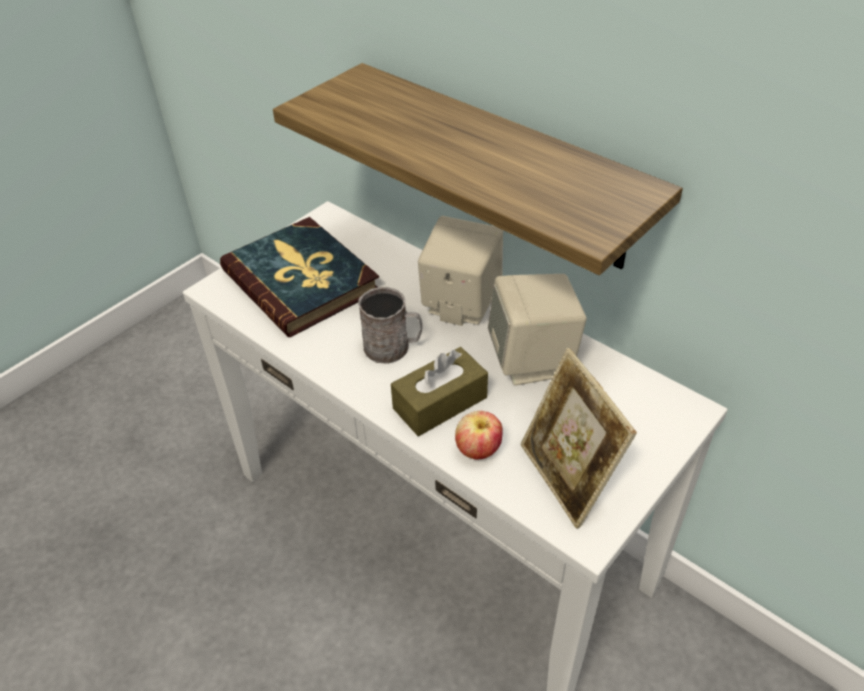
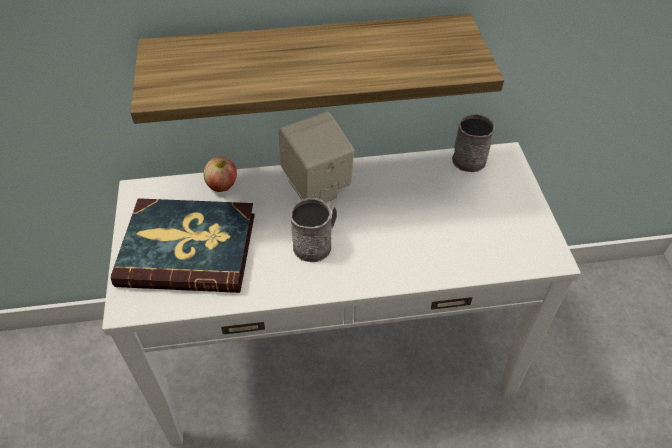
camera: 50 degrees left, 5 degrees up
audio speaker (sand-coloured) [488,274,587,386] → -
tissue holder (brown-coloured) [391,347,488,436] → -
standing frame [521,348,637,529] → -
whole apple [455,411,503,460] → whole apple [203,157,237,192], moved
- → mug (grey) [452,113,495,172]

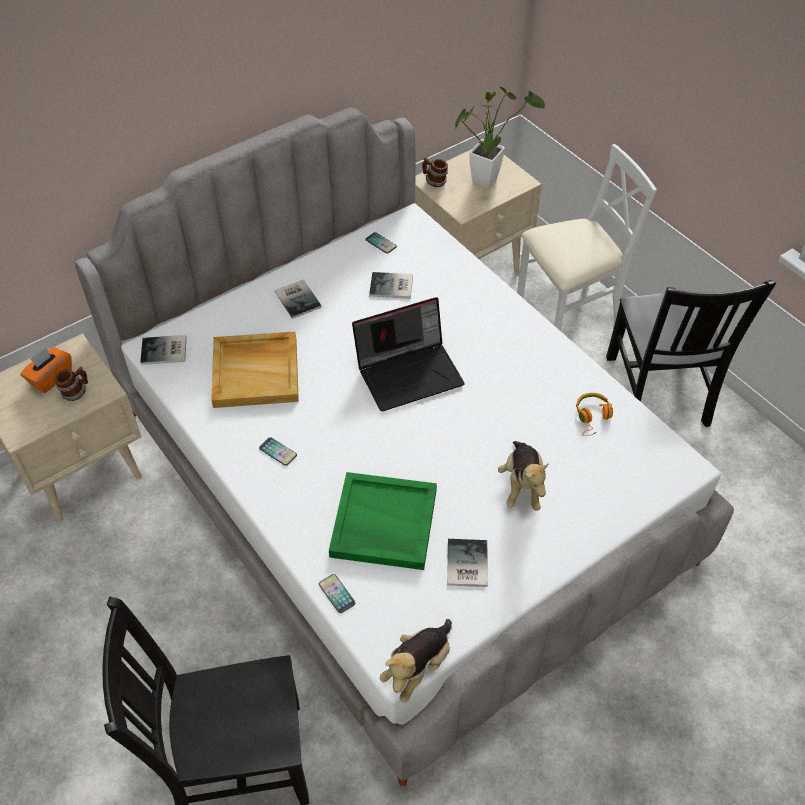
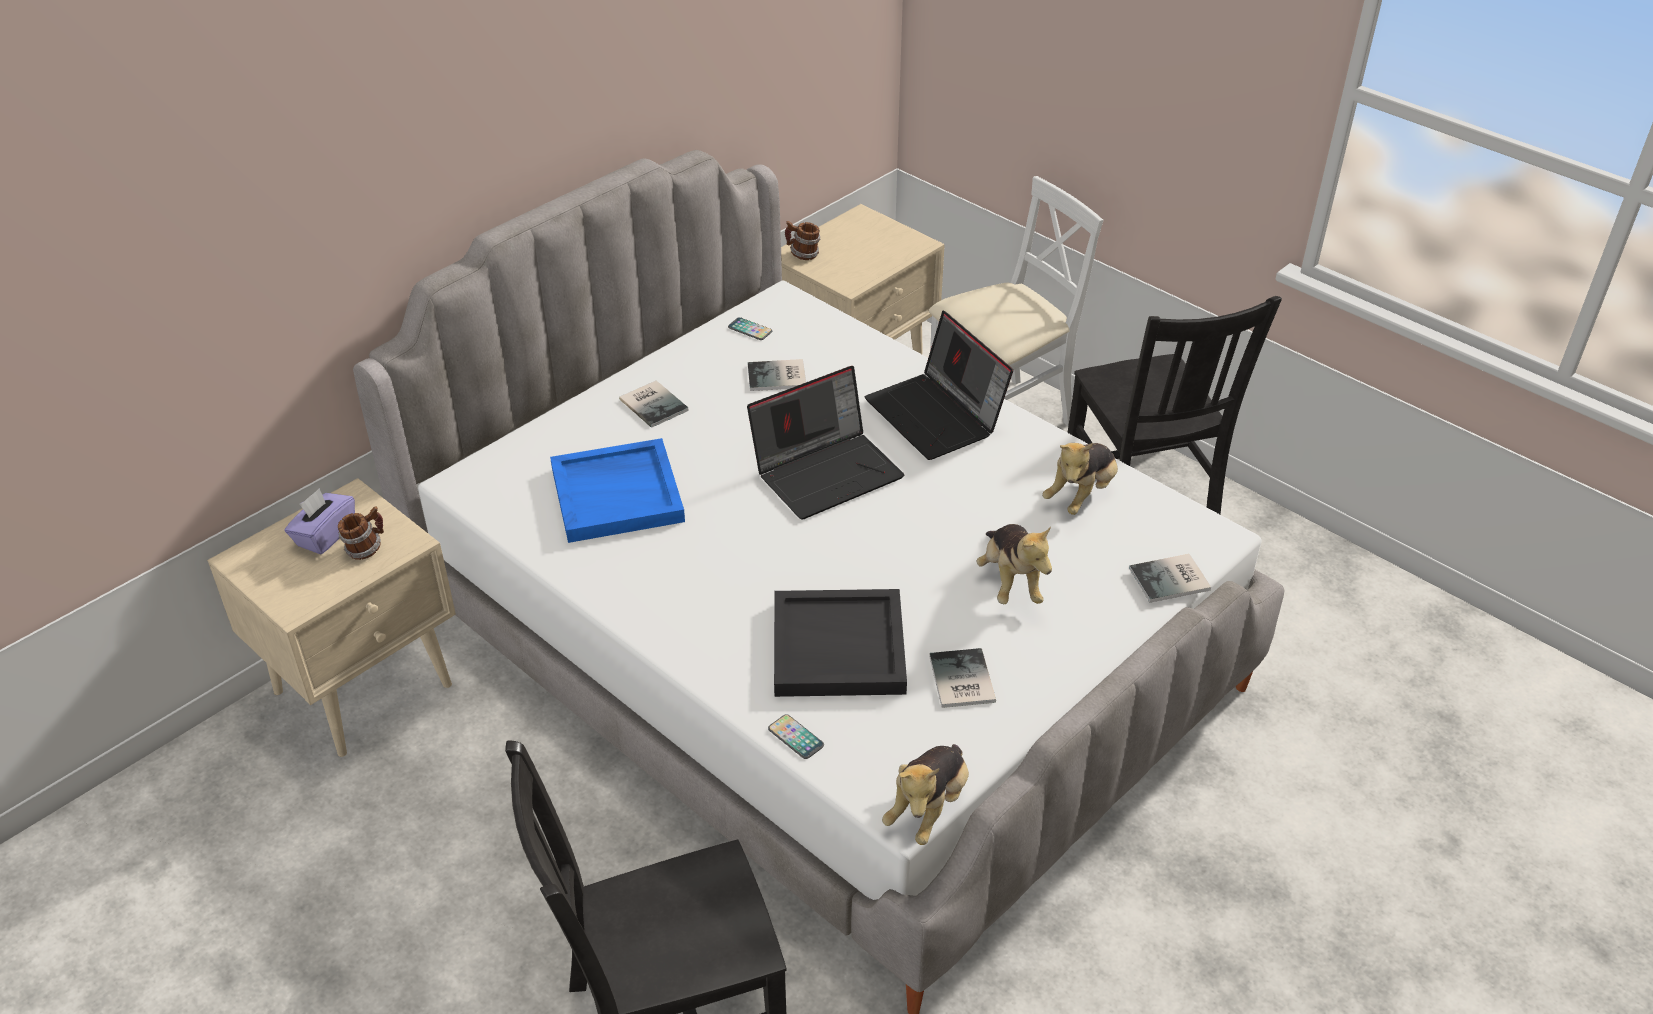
camera: 10 degrees left, 10 degrees down
plant in a pot [455,87,545,188] → -
tray (sand-coloured) [211,331,299,408] → tray (bluish) [550,438,685,543]
volume [140,335,187,365] → volume [1129,554,1211,603], moved
tissue holder (orange-coloured) [20,347,72,393] → tissue holder (purplish) [285,488,355,555]
headset (orange-coloured) [576,393,613,436] → plush toy [1042,443,1118,515]
telephone [259,437,297,466] → -
tray (green-coloured) [329,472,437,570] → tray (black) [774,589,907,697]
- → portable computer [865,311,1013,460]

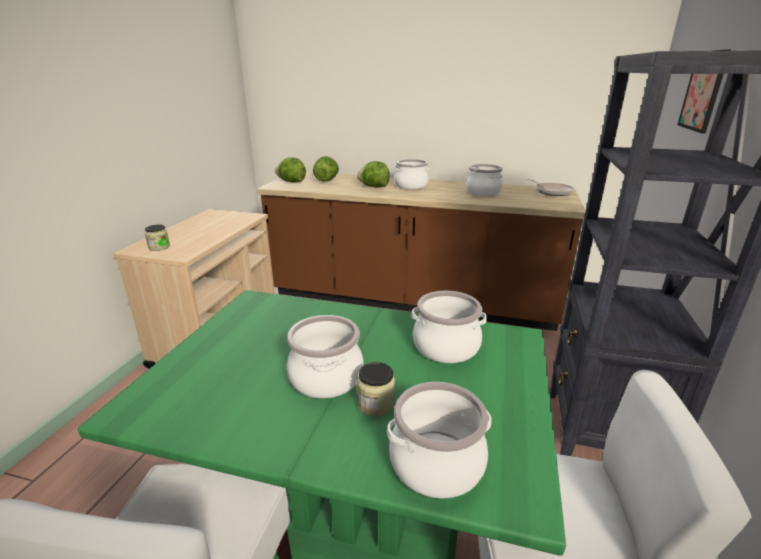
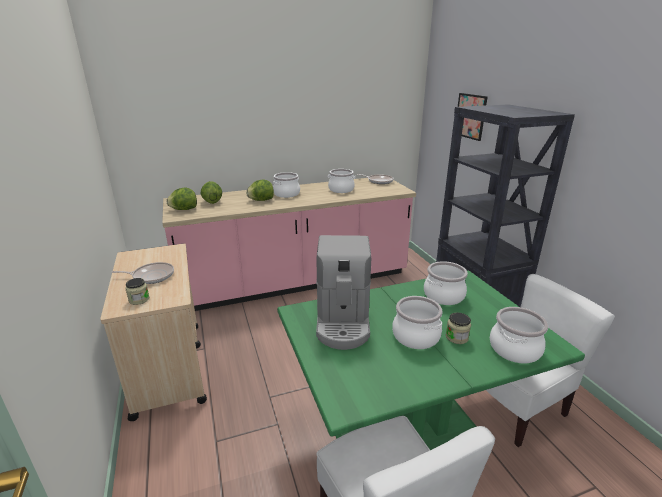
camera: 35 degrees left, 0 degrees up
kitchen counter (brown-coloured) [257,172,586,331] → kitchen counter (pinkish) [162,178,416,311]
- → coffee brewer [316,235,371,350]
- → frying pan [111,262,174,284]

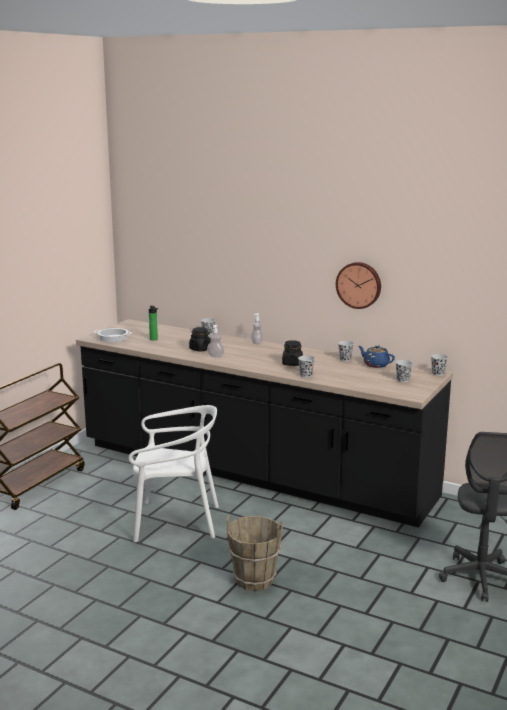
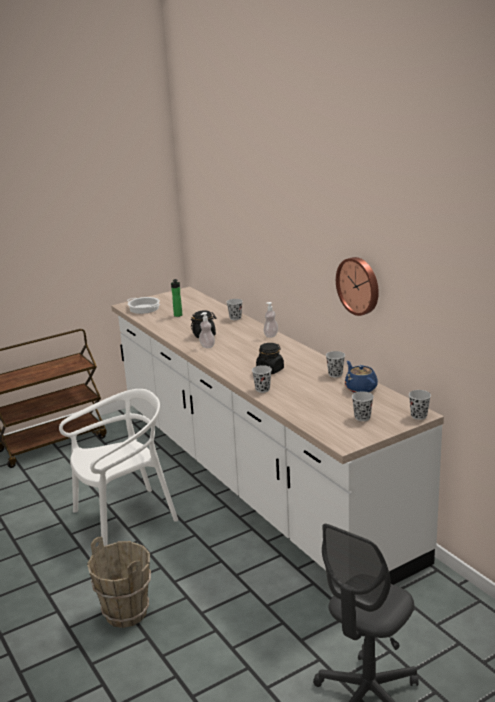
camera: 30 degrees right, 5 degrees up
kitchen counter (black) [76,319,453,528] → kitchen counter (white-coloured) [111,287,444,585]
upright chair (white-coloured) [128,405,219,542] → upright chair (white-coloured) [59,389,178,546], 60 degrees counterclockwise

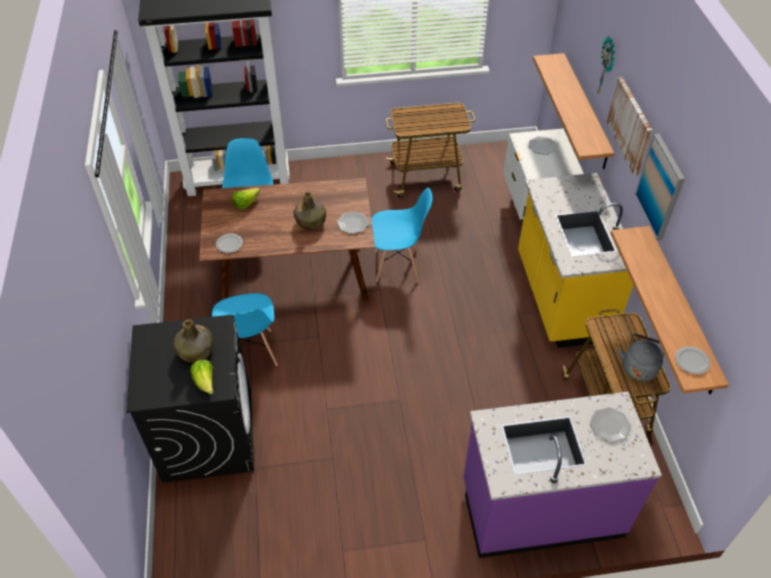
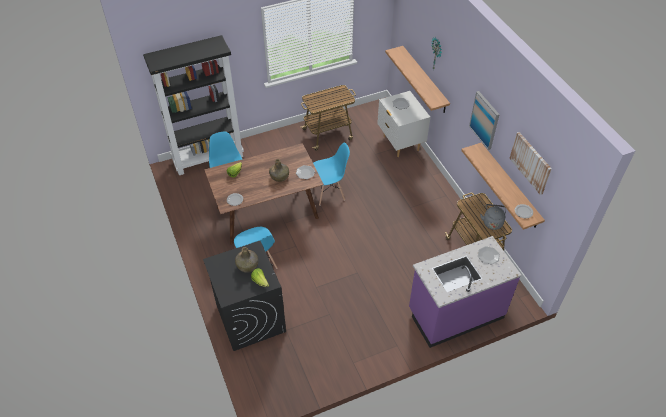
camera: 15 degrees left, 0 degrees up
wall art [607,77,652,175] → wall art [509,132,552,195], moved
kitchen counter (yellow) [518,173,633,348] → -

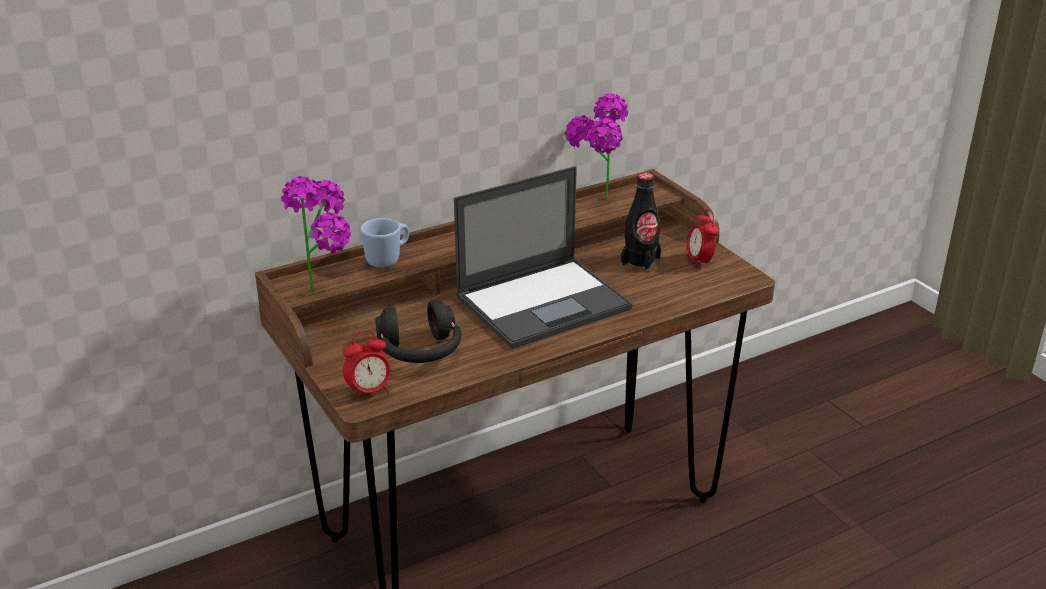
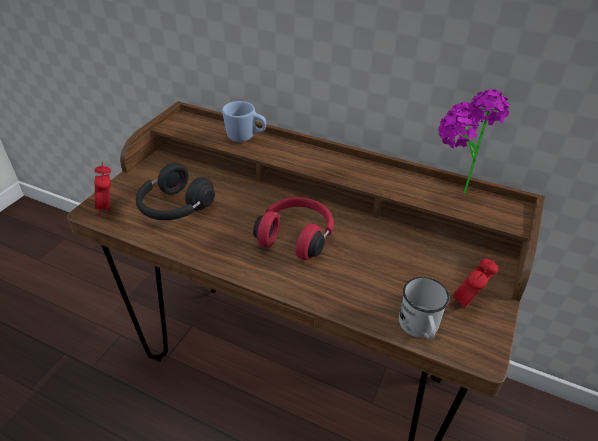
camera: 55 degrees right, 10 degrees up
portable computer [454,166,633,349] → headset (reddish) [253,197,334,260]
drink bottle (black) [621,173,661,271] → -
plant in a pot [281,176,351,293] → -
bedside clock [343,330,390,401] → bedside clock [94,162,111,217], 45 degrees clockwise
- → mug (white-coloured) [399,277,450,339]

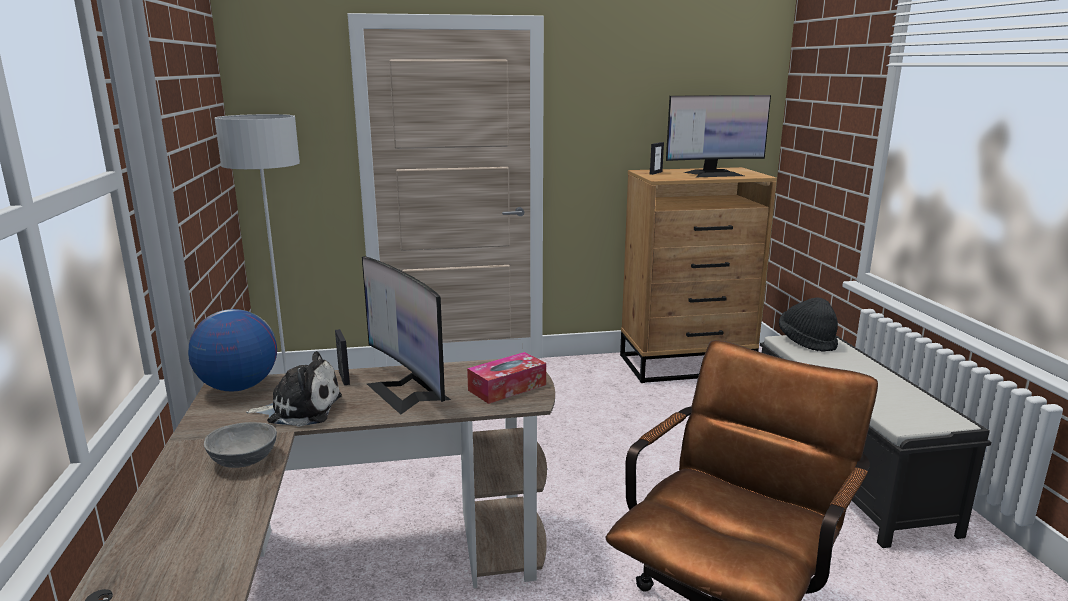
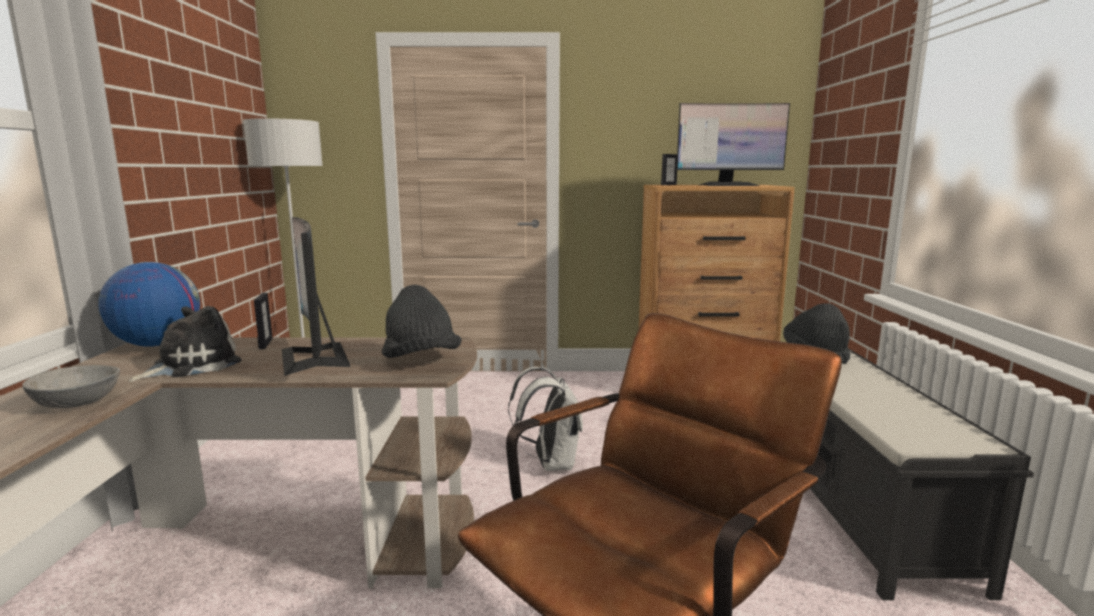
camera: 10 degrees right, 5 degrees down
plush toy [246,351,342,427] → plush toy [129,306,242,382], 60 degrees counterclockwise
tissue holder [467,352,546,404] → hat (black) [382,285,461,358]
- → rucksack (white-coloured) [508,367,583,471]

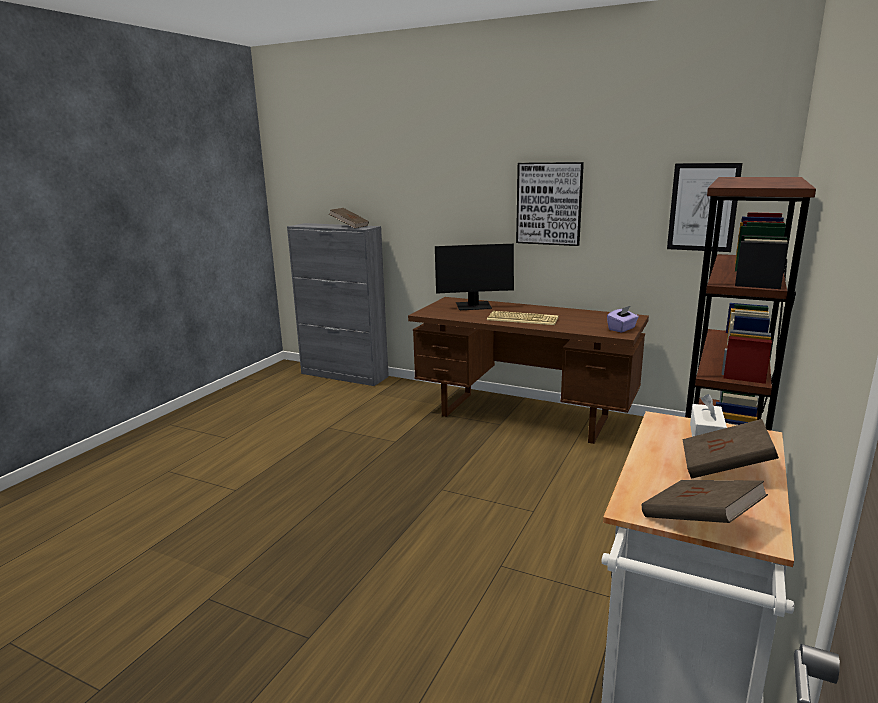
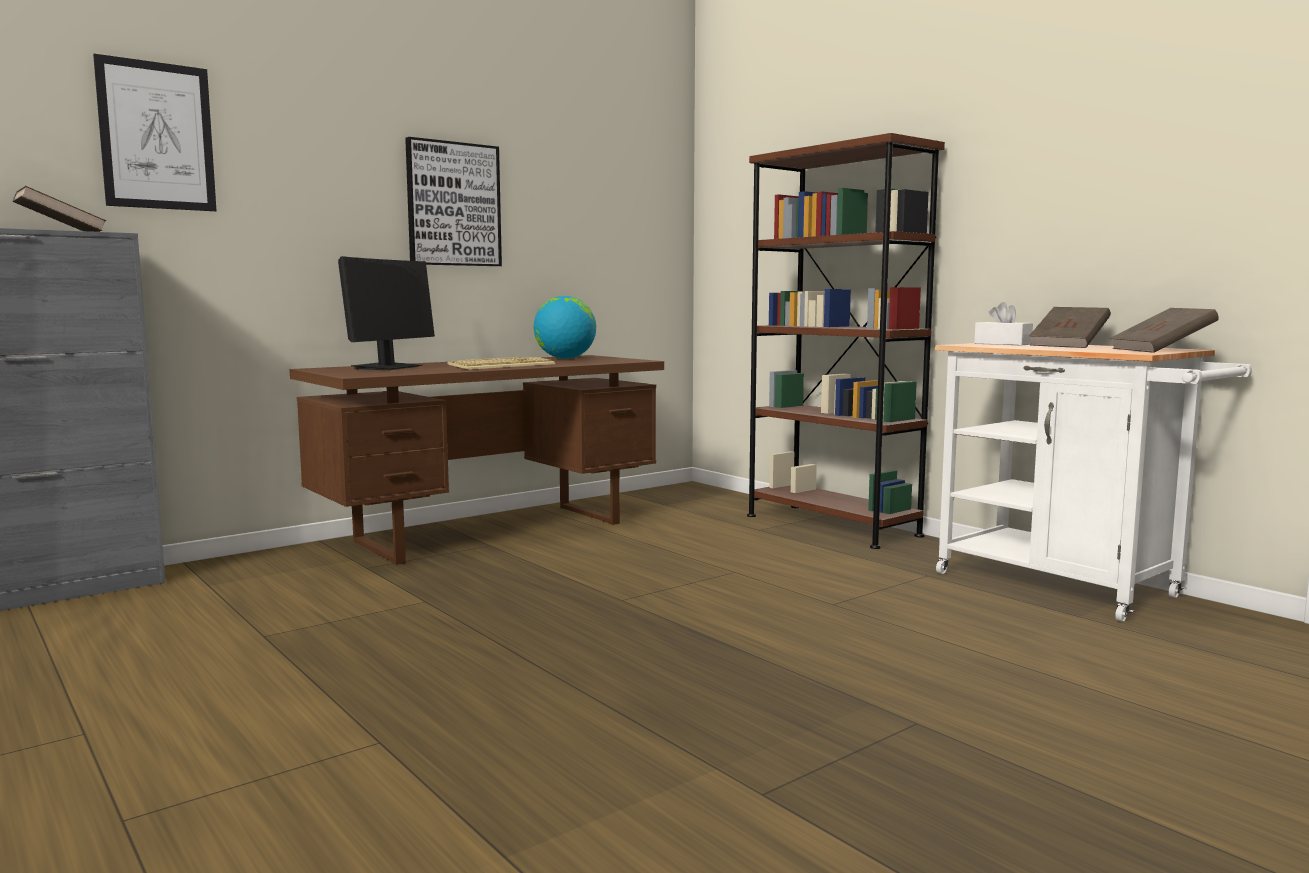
camera: 65 degrees left, 10 degrees down
wall art [667,163,742,252] → wall art [93,54,216,211], moved
tissue holder (purplish) [607,306,639,333] → -
- → desk globe [534,296,596,359]

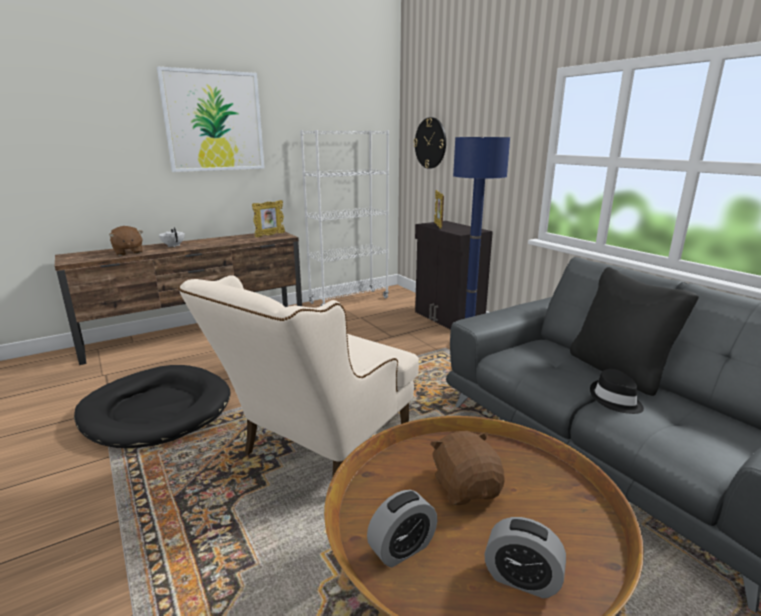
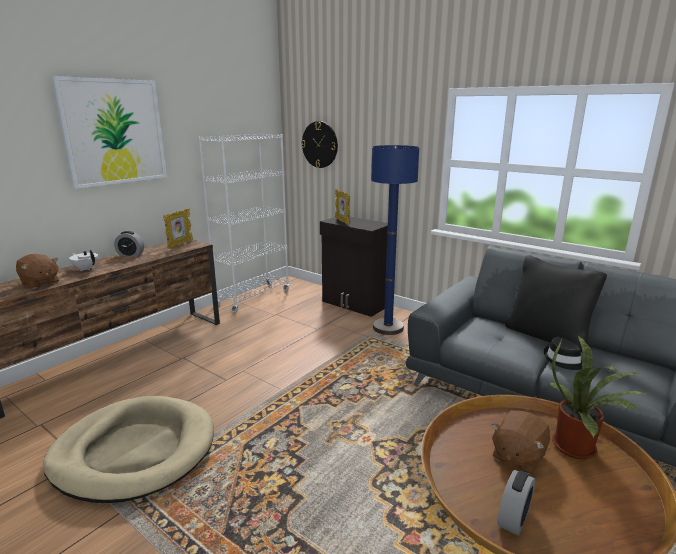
camera: 20 degrees left, 0 degrees up
easy chair (sand-coloured) [179,275,419,478] → -
dog bed (black) [74,365,230,448] → dog bed (sand-coloured) [43,396,214,503]
plush toy (brown-coloured) [430,431,505,505] → plush toy (brown-coloured) [491,410,550,474], 105 degrees counterclockwise
bedside clock [484,517,566,598] → bedside clock [114,231,144,257], moved
- → plant in a pot [550,335,649,459]

